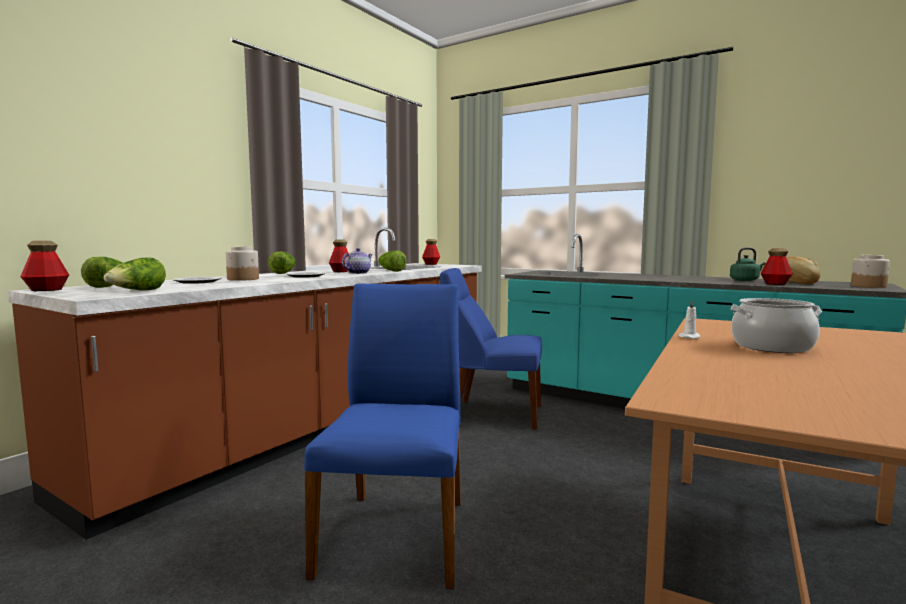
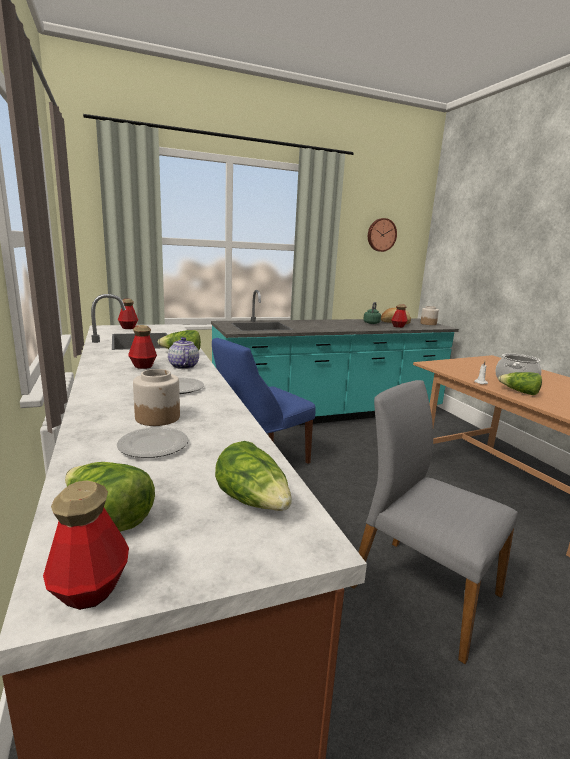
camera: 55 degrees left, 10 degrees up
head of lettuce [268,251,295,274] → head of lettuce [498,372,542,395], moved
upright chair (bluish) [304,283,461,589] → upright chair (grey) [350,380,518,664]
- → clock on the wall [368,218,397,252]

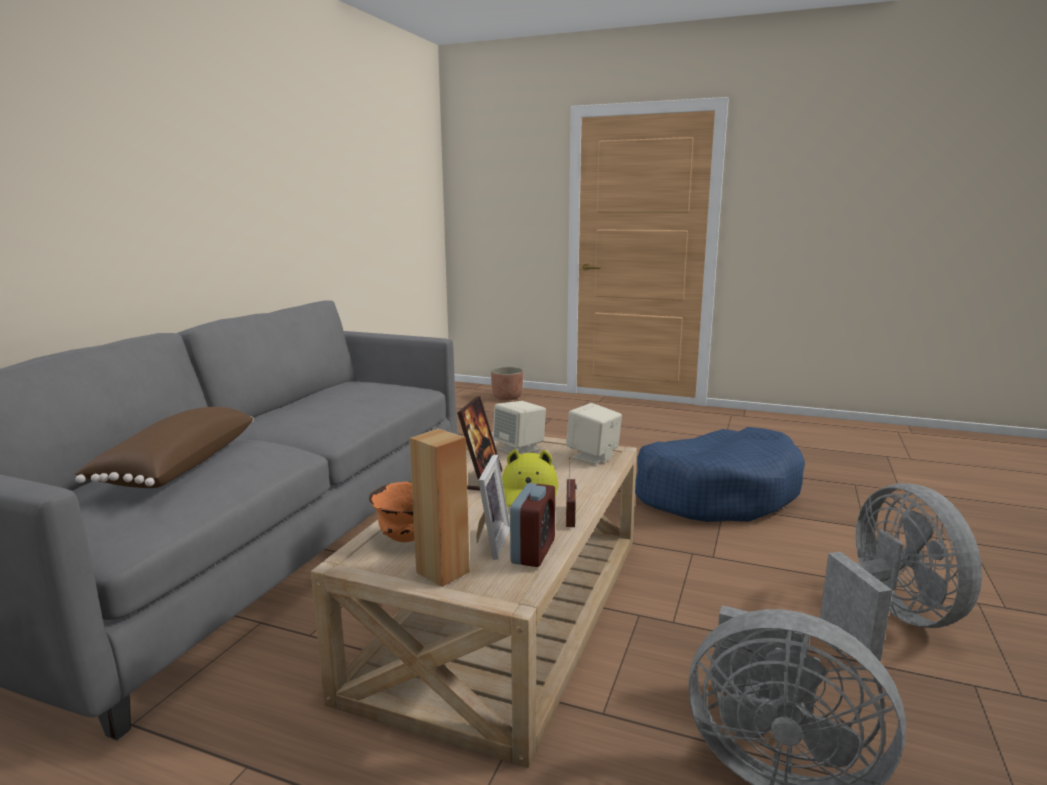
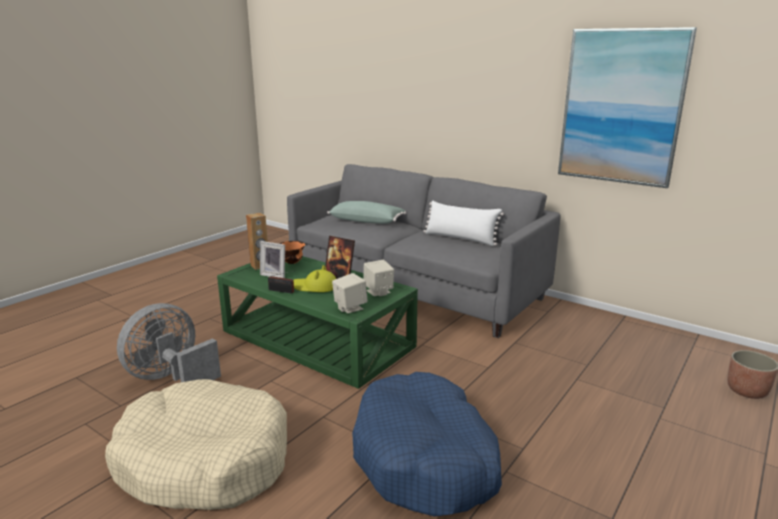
camera: 105 degrees right, 5 degrees up
cushion (brown-coloured) [75,407,254,488] → cushion (green-coloured) [327,201,406,224]
coffee table (sand-coloured) [311,432,637,768] → coffee table (green-coloured) [217,256,418,389]
bedside clock [510,483,555,567] → -
electric fan (grey) [820,483,982,661] → dog bed (sand-coloured) [105,379,287,510]
- → wall art [558,27,697,188]
- → cushion (white-coloured) [423,200,504,246]

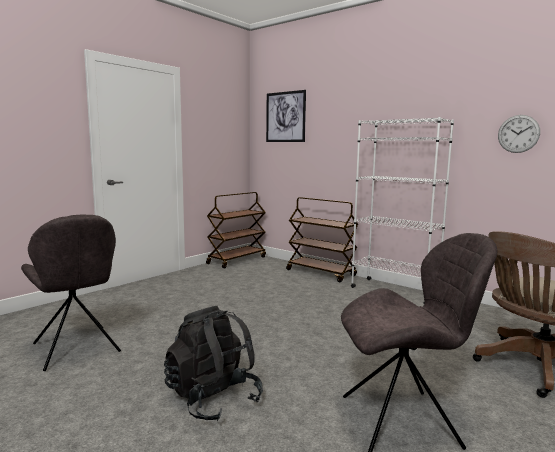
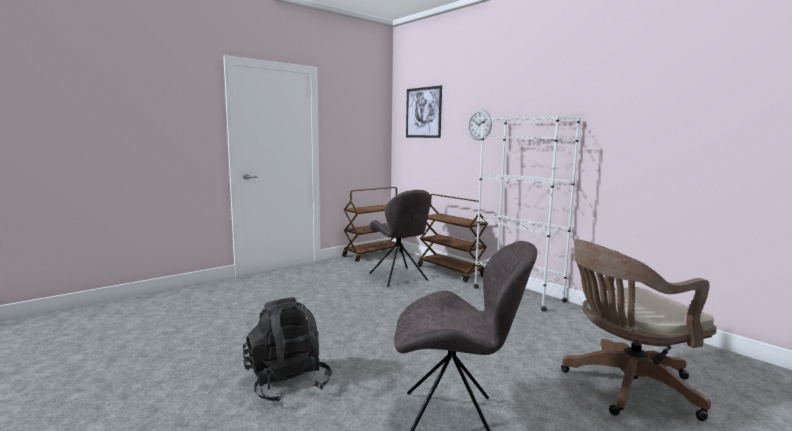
camera: 10 degrees right, 0 degrees up
clock on the wall [498,115,540,153] → clock on the wall [468,110,492,140], moved
upright chair (grey) [21,215,121,371] → upright chair (grey) [369,190,431,287], moved

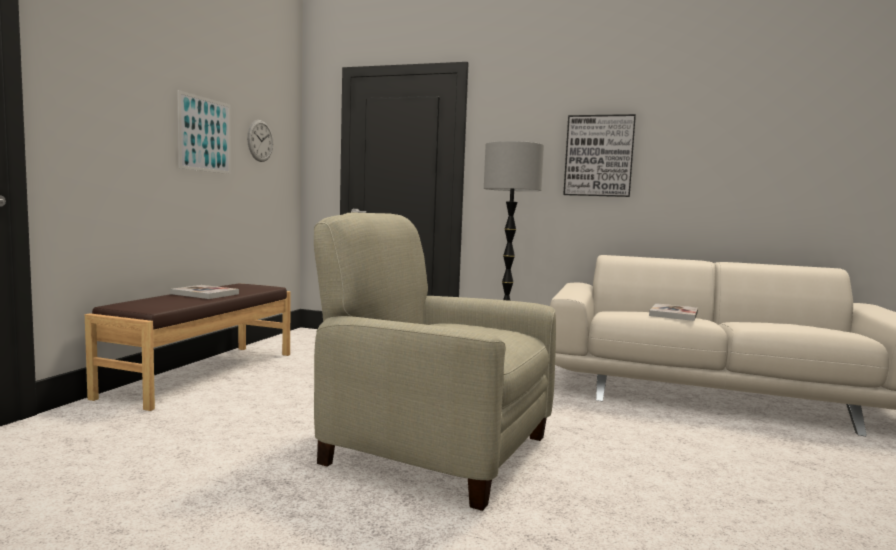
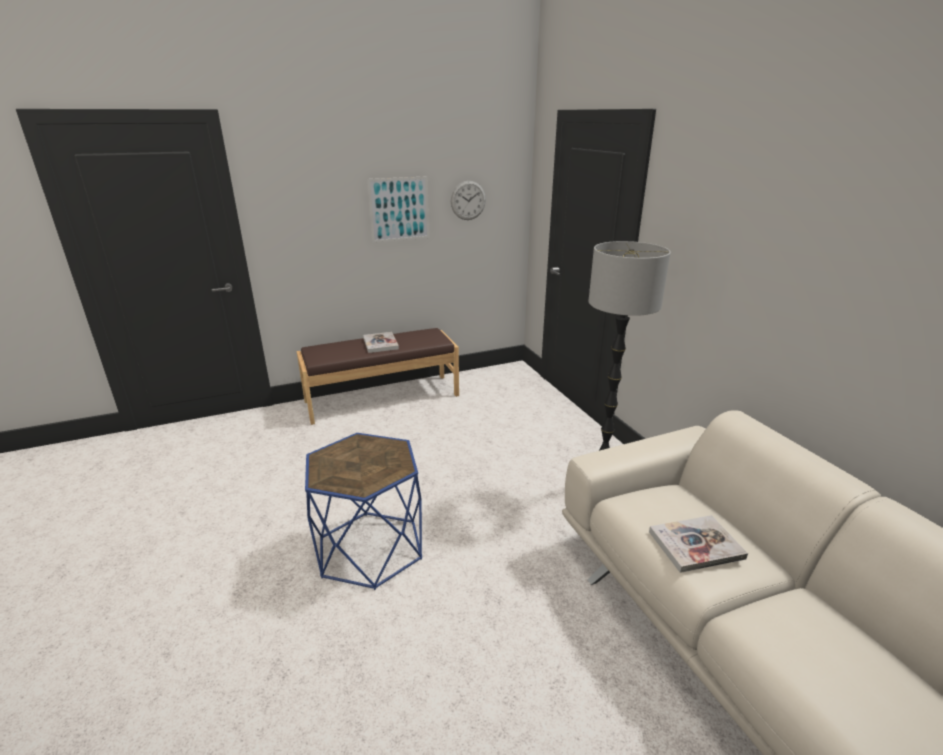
camera: 50 degrees right, 20 degrees up
wall art [563,114,636,197] → -
easy chair (sand-coloured) [314,213,556,511] → accent table (bluish) [305,433,422,590]

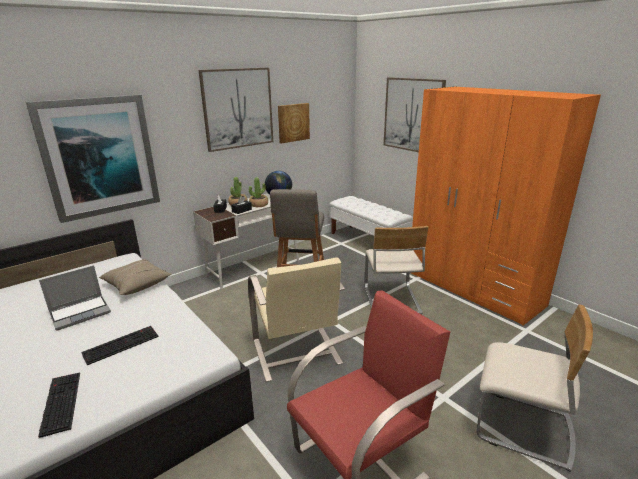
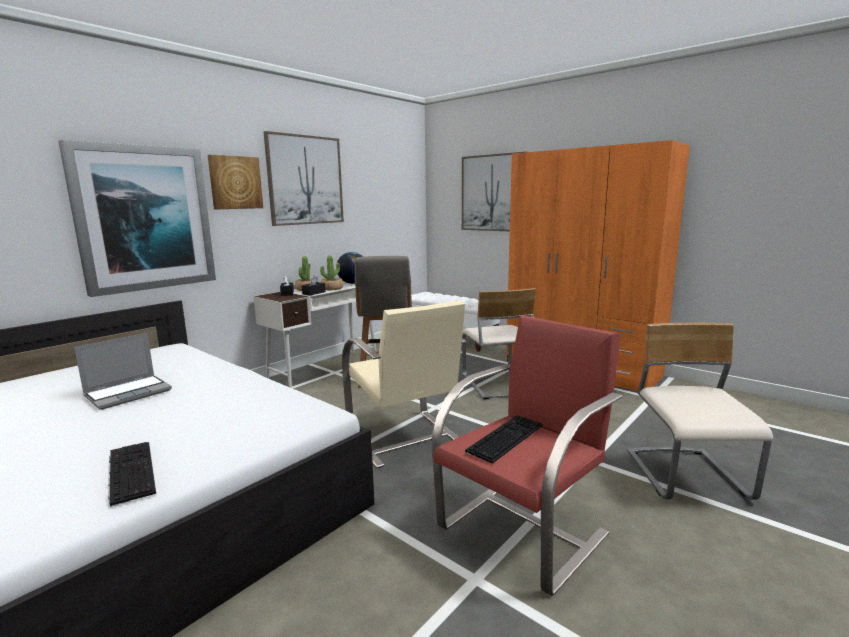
camera: 10 degrees left, 10 degrees down
wall art [278,103,310,143] → wall art [208,155,263,209], moved
cushion (sand-coloured) [99,259,171,295] → -
upright chair (sand-coloured) [476,304,593,471] → upright chair (sand-coloured) [627,322,773,500], 105 degrees counterclockwise
PC keyboard [81,326,159,365] → PC keyboard [465,415,543,464], moved

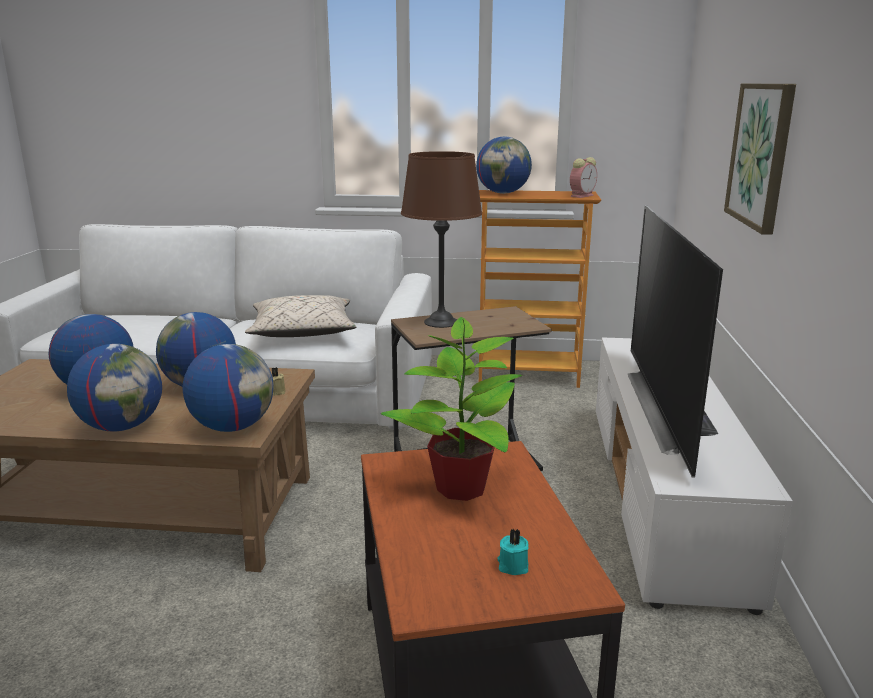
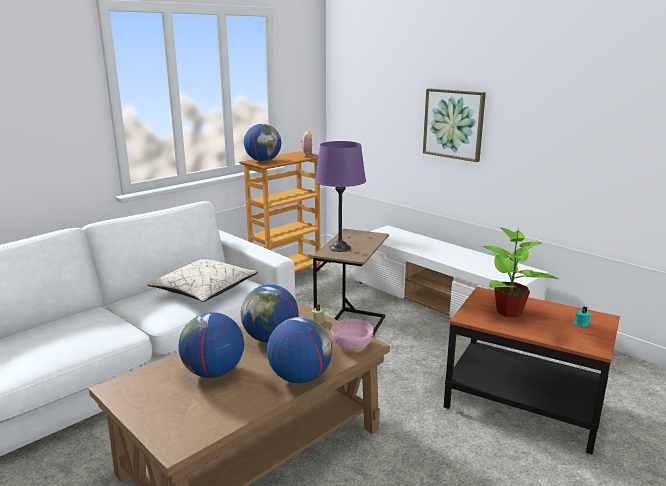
camera: 50 degrees left, 0 degrees up
lamp for a table (brown-coloured) [401,151,482,328] → lamp for a table (purplish) [315,141,366,252]
television [628,205,723,478] → -
desk globe [182,344,274,432] → deep dish (pinkish) [331,319,373,350]

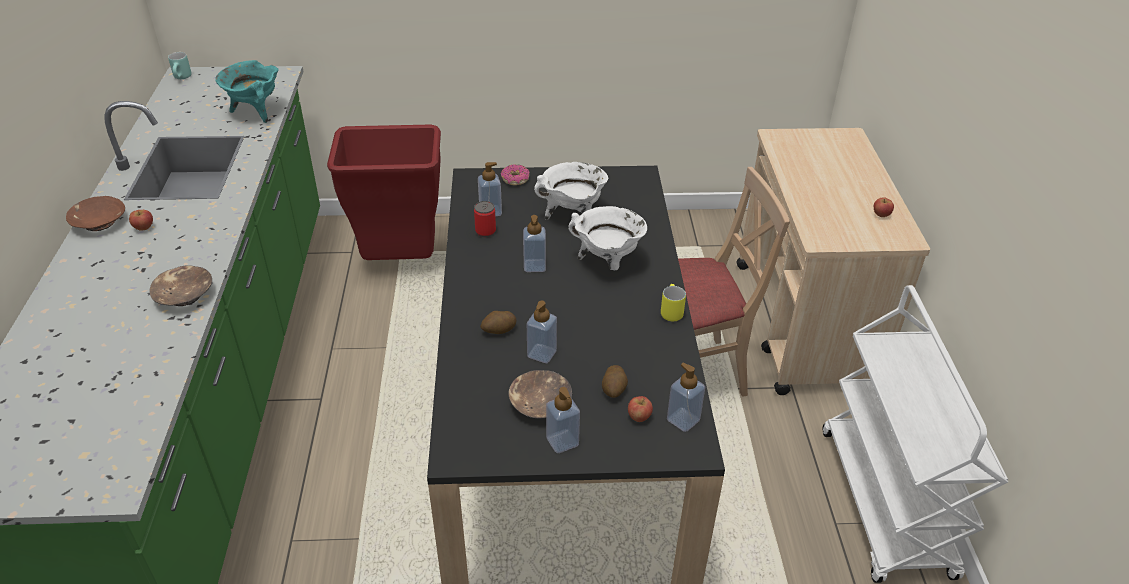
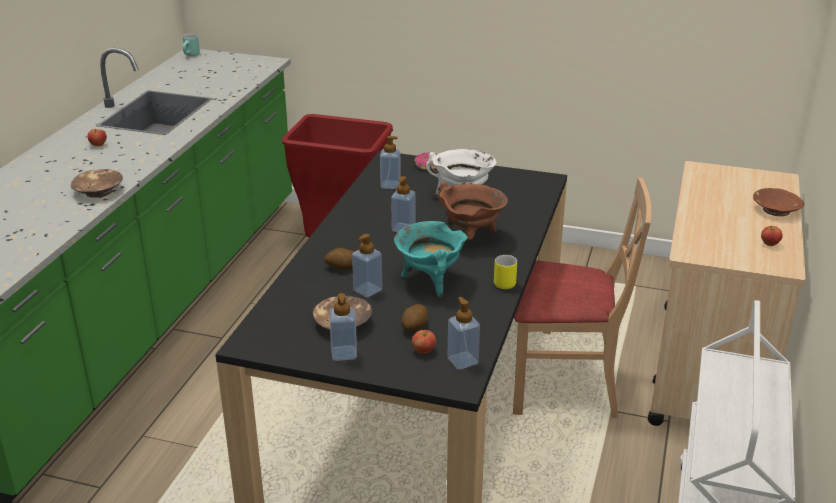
camera: 20 degrees right, 10 degrees down
stockpot (blue-green) [215,60,279,123] → stockpot (blue-green) [394,221,468,298], moved
deep dish (brown-coloured) [66,196,125,231] → deep dish (brown-coloured) [753,188,804,216], moved
sealed can [474,201,496,237] → -
stockpot (white-coloured) [569,206,647,270] → stockpot (brown-coloured) [438,182,508,240]

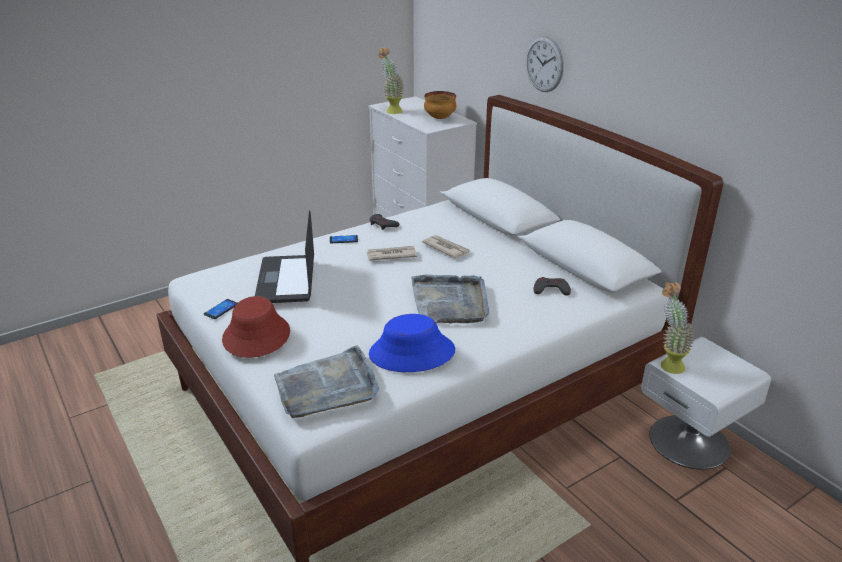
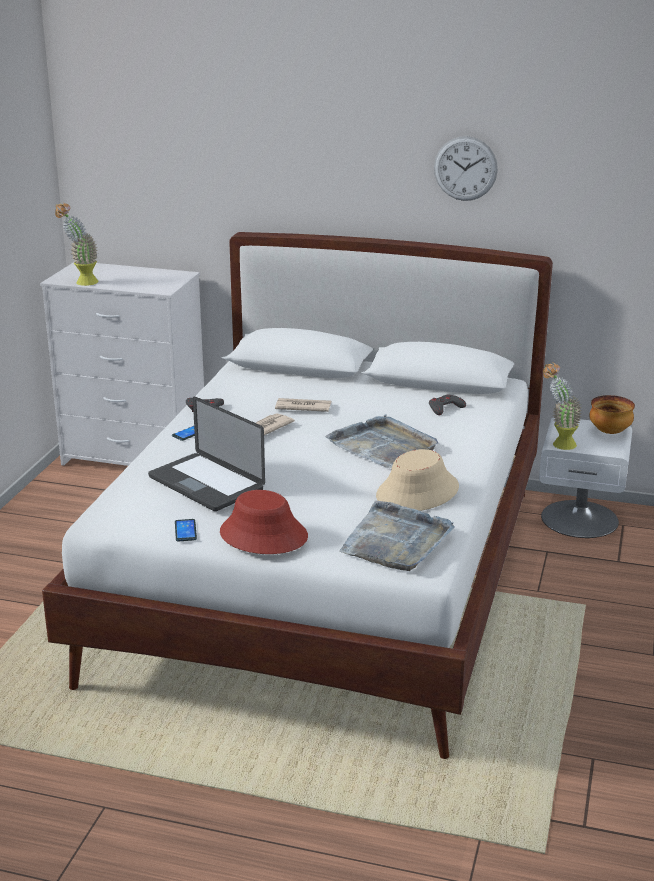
camera: 40 degrees left, 5 degrees down
clock on the wall [526,36,564,92] → clock on the wall [434,136,498,201], moved
deep dish [424,91,456,119] → deep dish [589,395,635,434], moved
hat (bluish) [369,314,455,372] → hat (sand-coloured) [376,449,459,511]

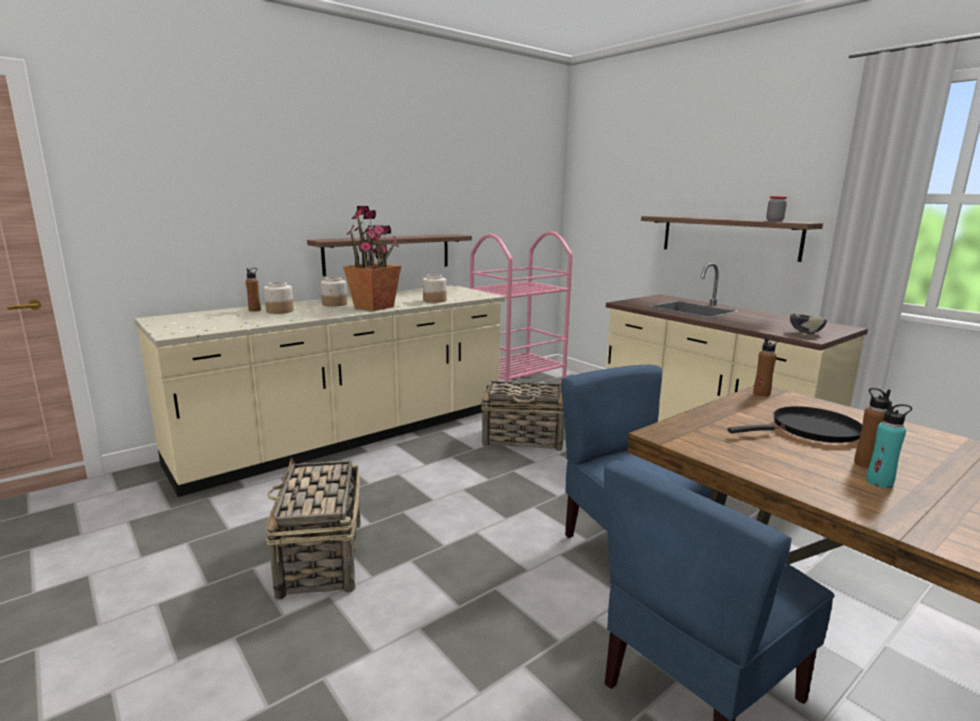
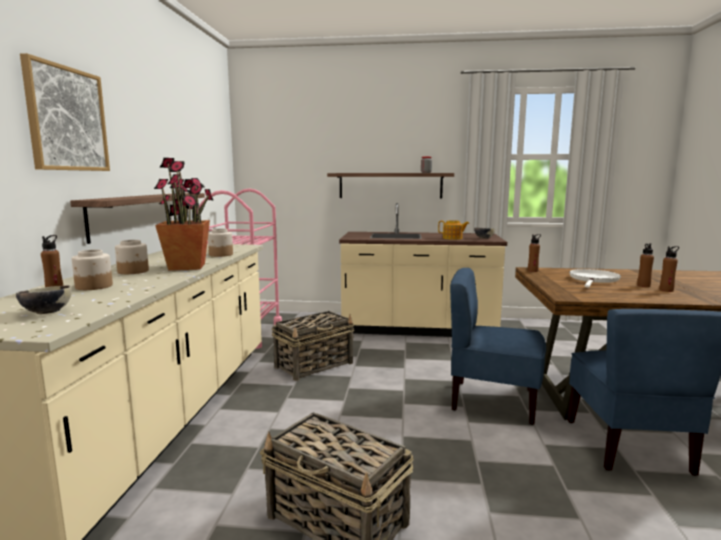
camera: 45 degrees left, 5 degrees down
drink bottle (blue-green) [866,401,912,488] → drink bottle (brown-coloured) [659,246,679,292]
frying pan (black) [727,406,862,443] → frying pan (white-coloured) [569,269,621,288]
- → wall art [20,53,110,171]
- → pot for tea [438,220,469,240]
- → deep dish [16,285,72,314]

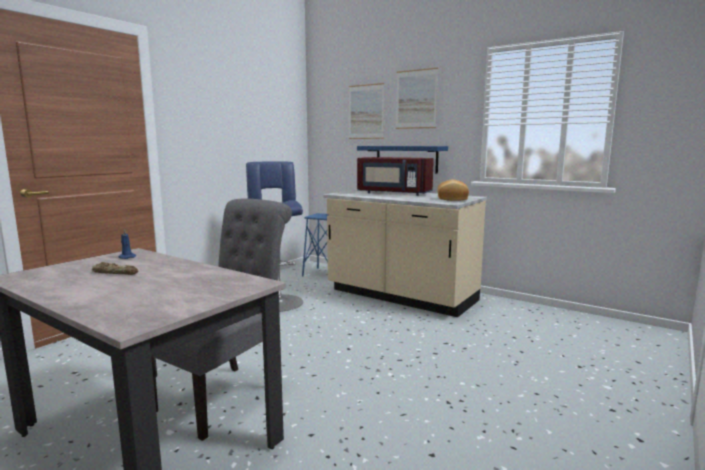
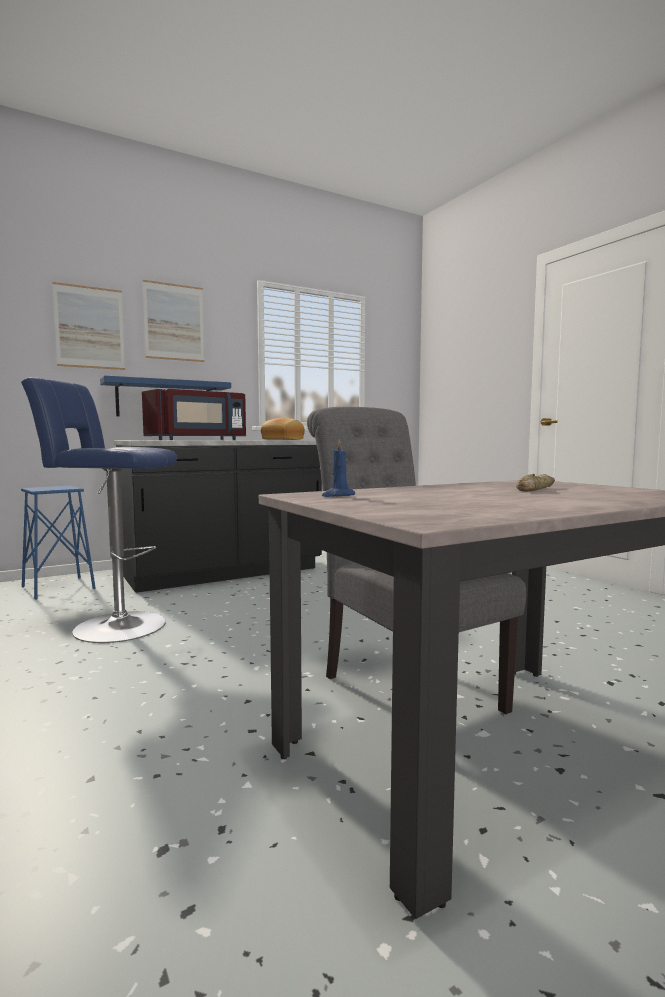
camera: 65 degrees left, 5 degrees down
kitchen counter (sand-coloured) [323,190,487,317] → kitchen counter (black) [114,440,322,593]
bread [92,262,139,275] → bread [516,474,555,491], moved

